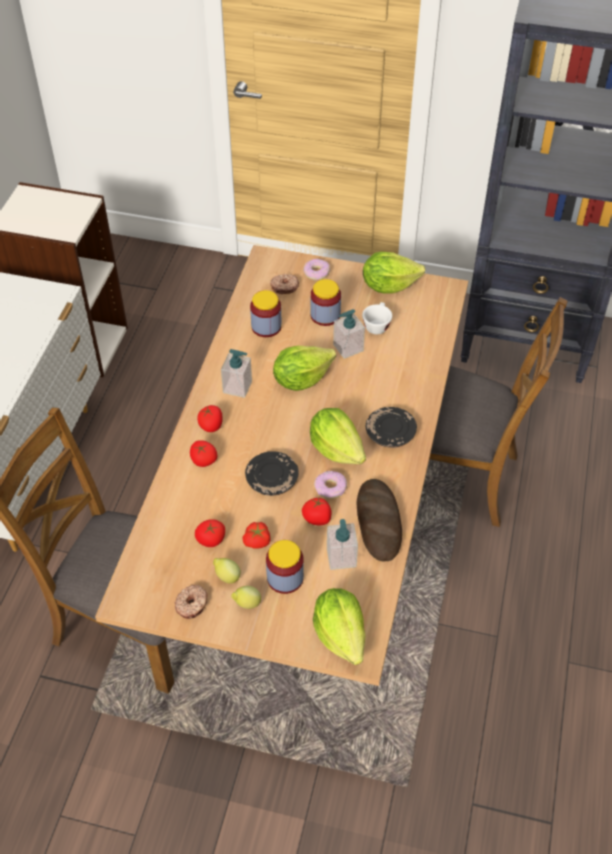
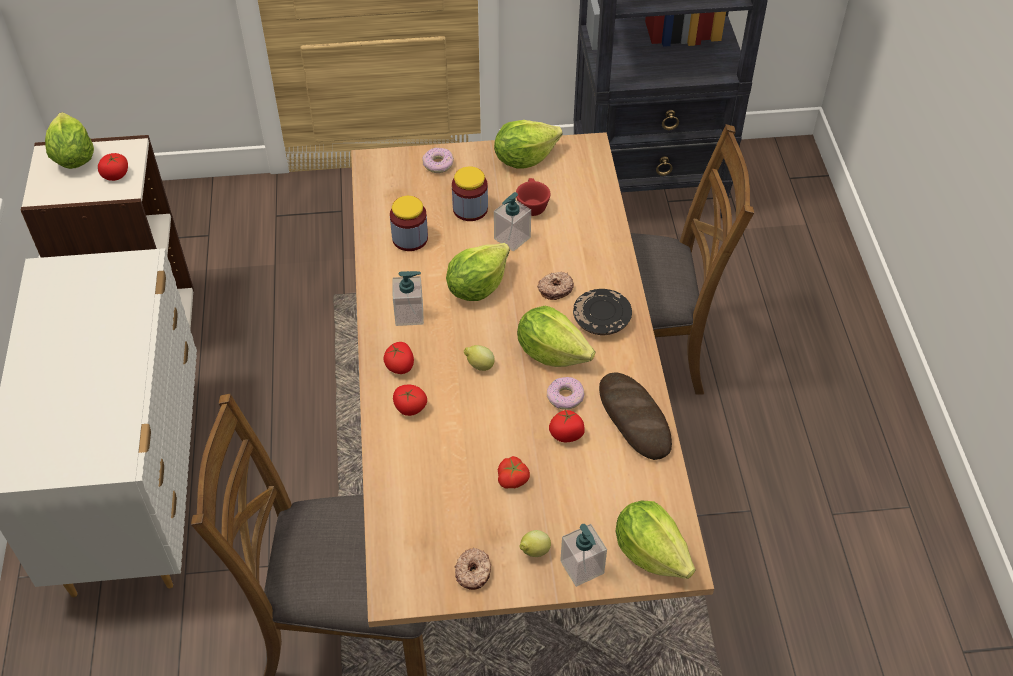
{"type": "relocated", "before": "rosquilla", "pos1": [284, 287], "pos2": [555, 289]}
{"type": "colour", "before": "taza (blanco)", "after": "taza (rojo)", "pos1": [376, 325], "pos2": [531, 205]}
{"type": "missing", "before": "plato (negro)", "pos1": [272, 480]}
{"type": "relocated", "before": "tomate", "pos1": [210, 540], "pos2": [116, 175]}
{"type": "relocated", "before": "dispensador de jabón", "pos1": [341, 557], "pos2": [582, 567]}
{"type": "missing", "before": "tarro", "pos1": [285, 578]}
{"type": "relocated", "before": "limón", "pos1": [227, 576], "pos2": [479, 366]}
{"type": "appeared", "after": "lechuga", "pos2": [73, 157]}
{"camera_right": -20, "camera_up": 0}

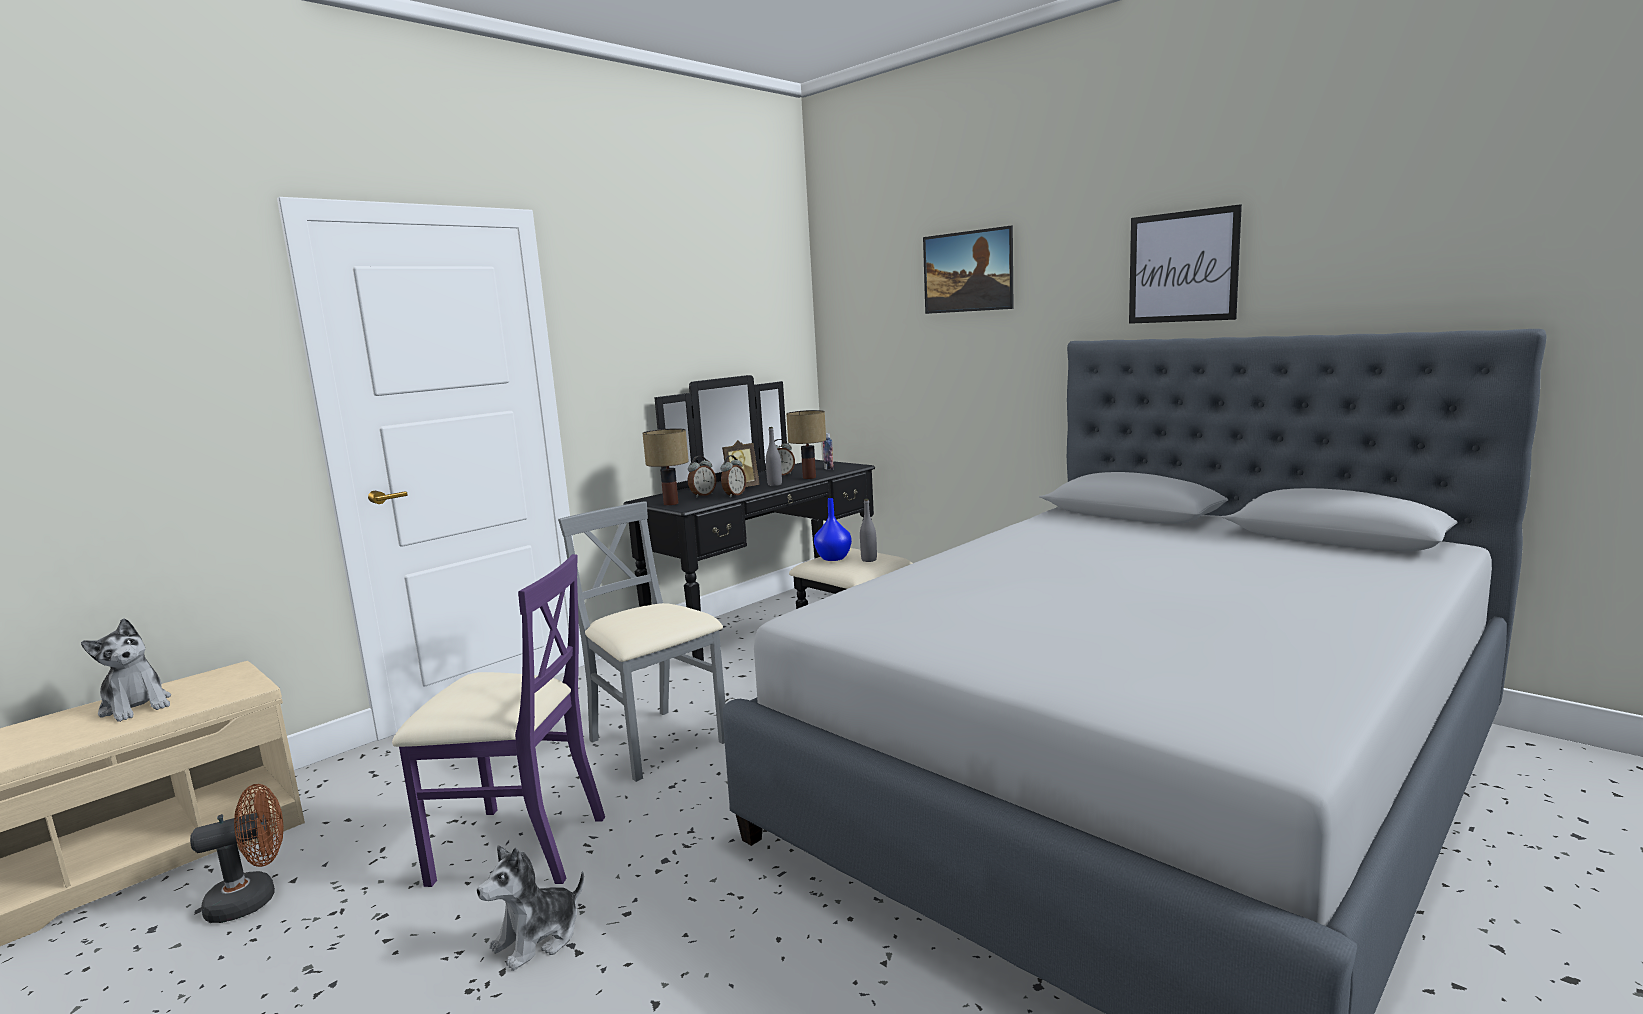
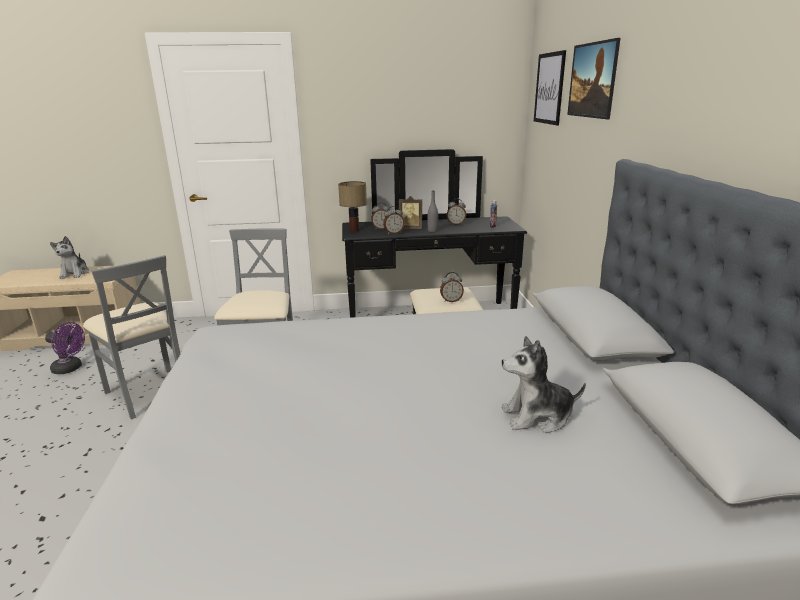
{"type": "relocated", "before": "cuadro", "pos1": [1182, 267], "pos2": [549, 88]}
{"type": "missing", "before": "lámpara de mesa", "pos1": [809, 477]}
{"type": "missing", "before": "florero (azul)", "pos1": [832, 558]}
{"type": "exchanged", "before": "botella (gris)", "after": "despertador", "pos1": [869, 560], "pos2": [451, 300]}
{"type": "colour", "before": "silla (morado)", "after": "silla (gris)", "pos1": [518, 847], "pos2": [149, 393]}
{"type": "colour", "before": "ventilador (marrón)", "after": "ventilador (morado)", "pos1": [253, 899], "pos2": [71, 368]}
{"type": "relocated", "before": "peluche", "pos1": [538, 938], "pos2": [537, 417]}
{"camera_right": 40, "camera_up": 10}

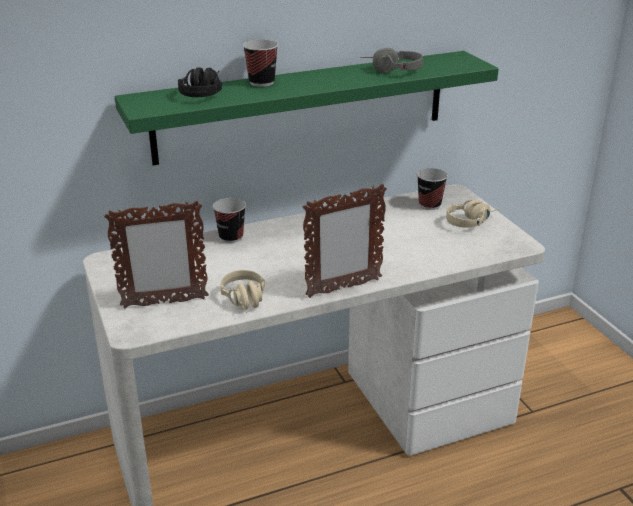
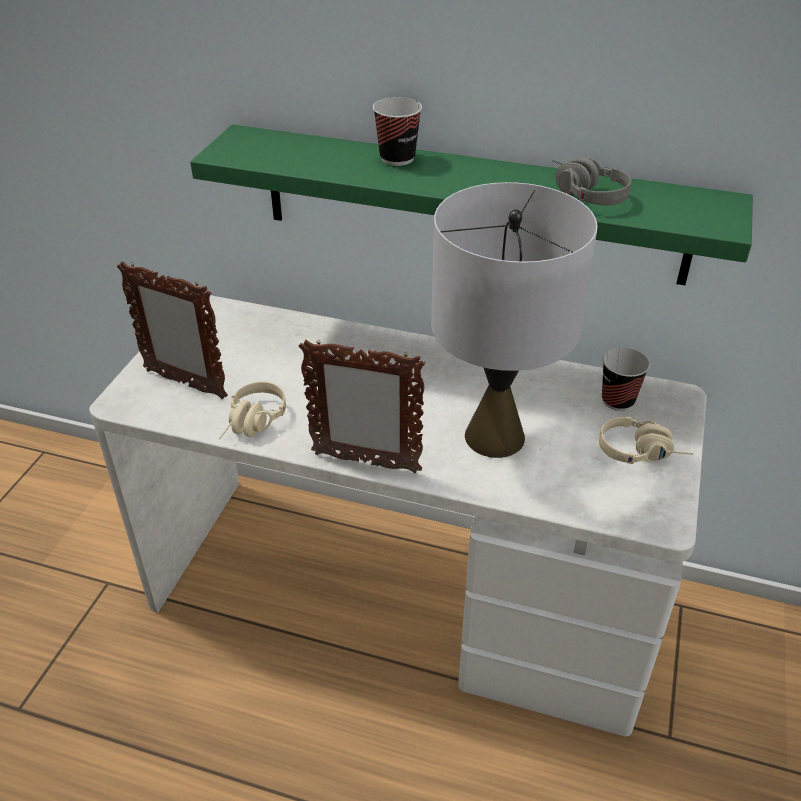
{"type": "missing", "before": "auriculares (negro)", "pos1": [203, 92]}
{"type": "missing", "before": "taza", "pos1": [231, 237]}
{"type": "appeared", "after": "lámpara de mesa (gris)", "pos2": [495, 437]}
{"camera_right": 40, "camera_up": 10}

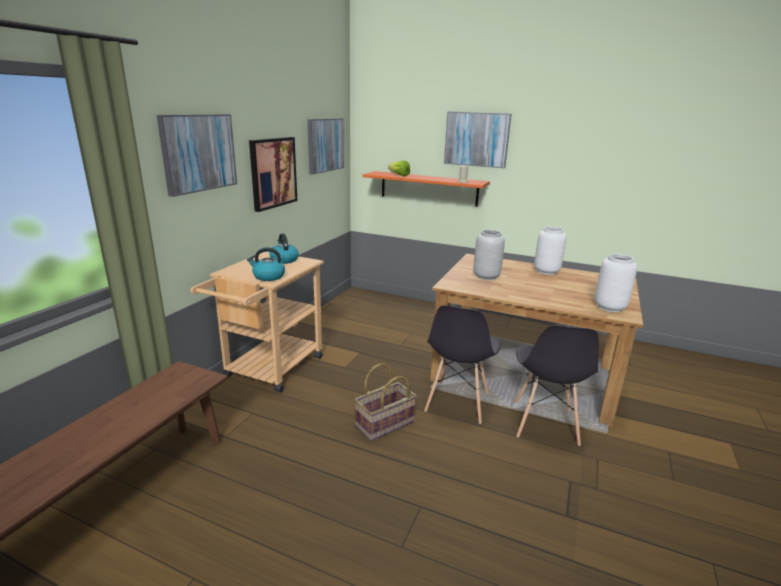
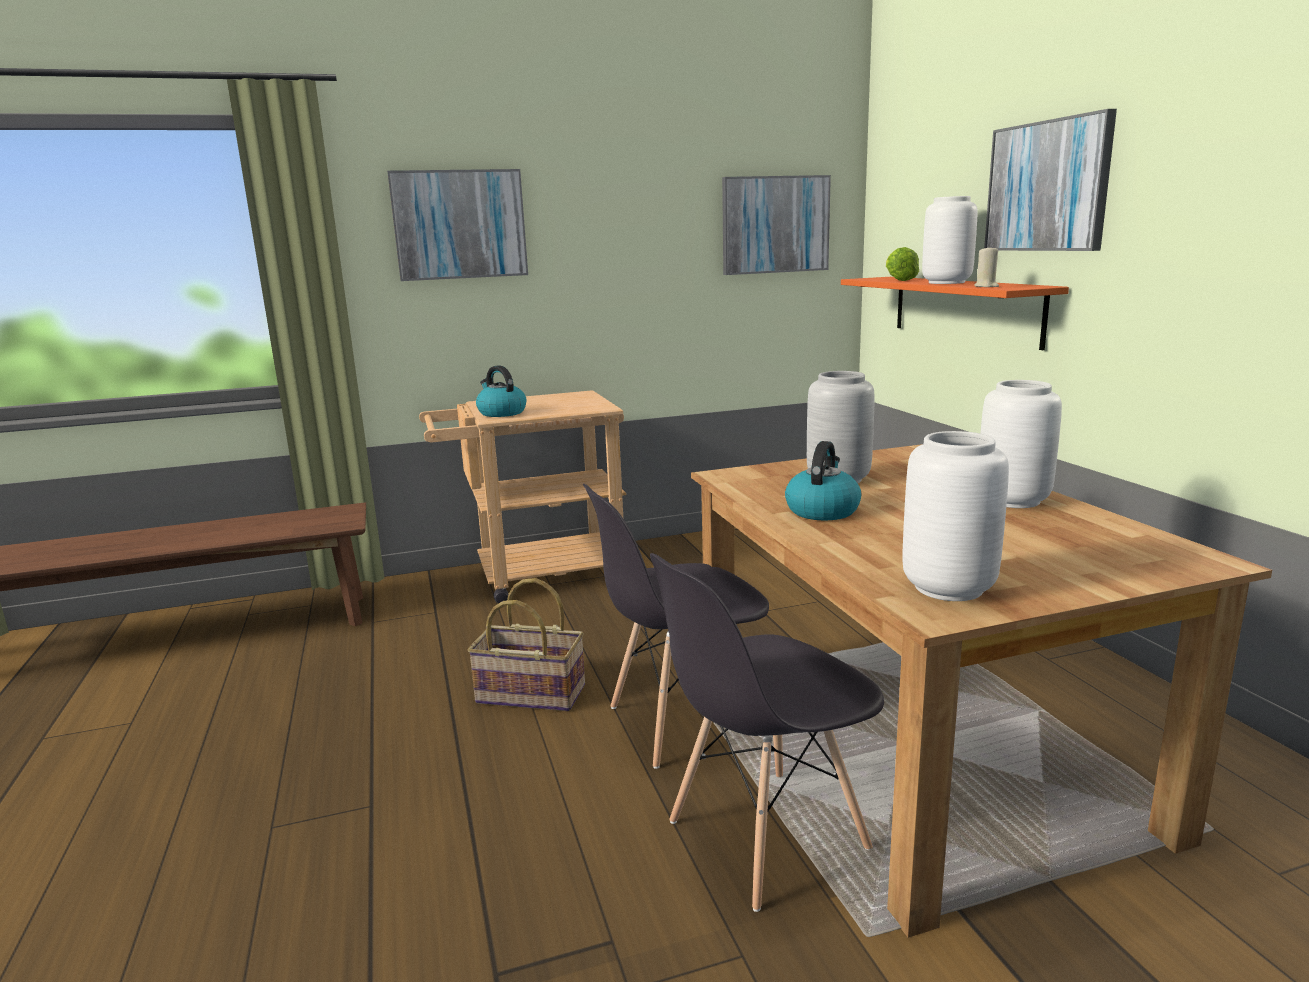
{"type": "missing", "before": "cuadro", "pos1": [273, 172]}
{"type": "relocated", "before": "hervidor", "pos1": [284, 260], "pos2": [822, 510]}
{"type": "appeared", "after": "florero (blanco)", "pos2": [945, 283]}
{"camera_right": 50, "camera_up": -5}

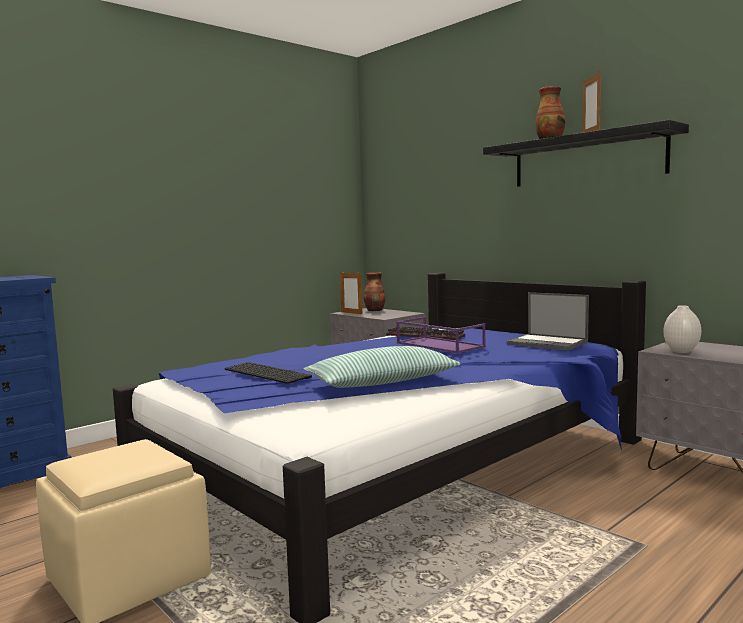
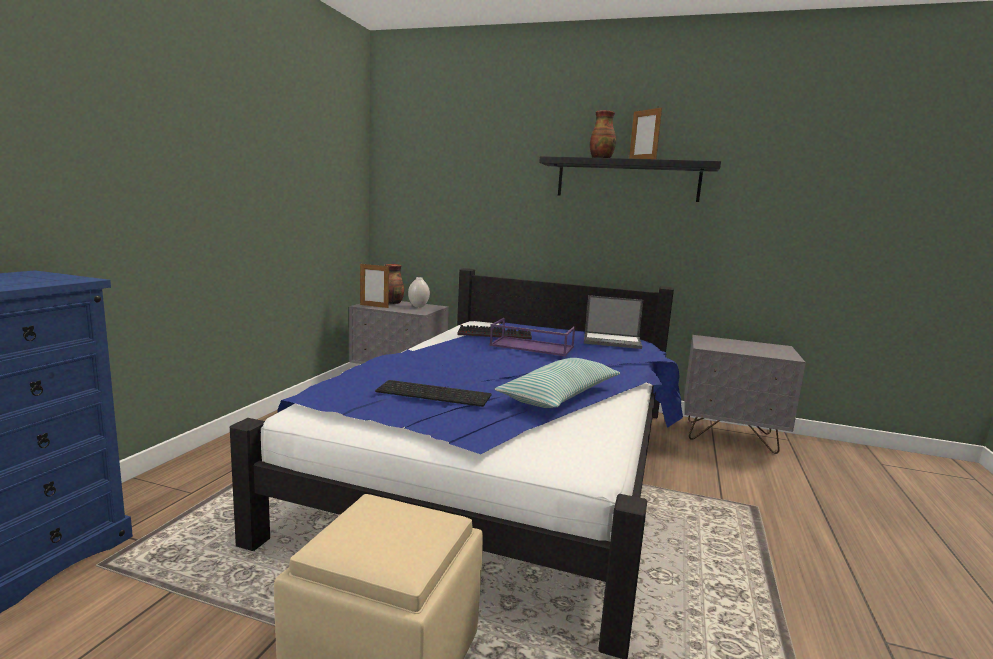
{"type": "relocated", "before": "florero (blanco)", "pos1": [681, 351], "pos2": [418, 306]}
{"camera_right": -30, "camera_up": 5}

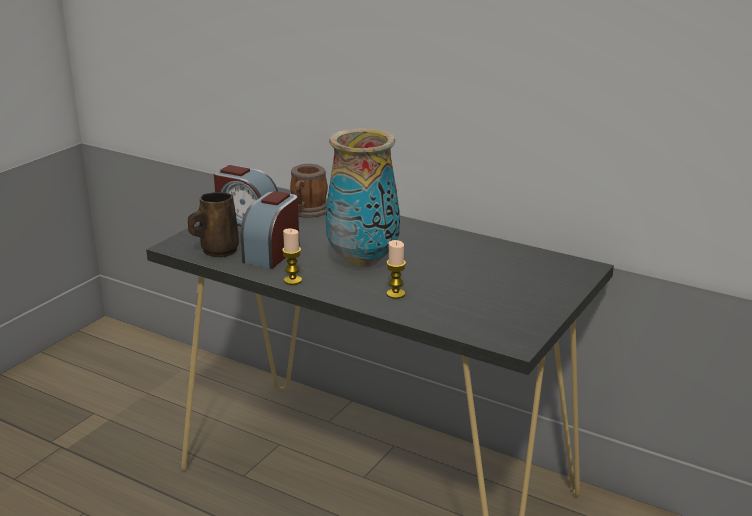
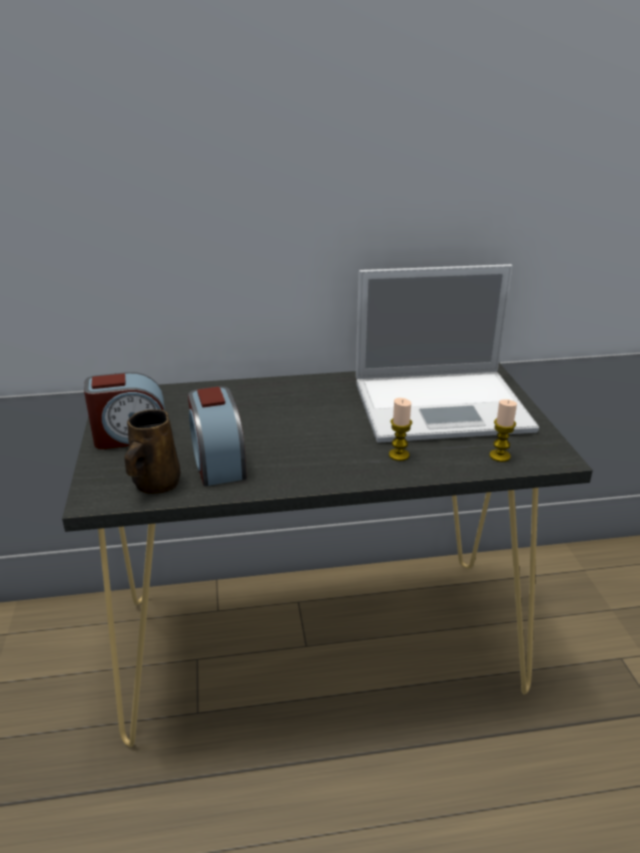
{"type": "missing", "before": "florero", "pos1": [363, 260]}
{"type": "missing", "before": "taza grande", "pos1": [307, 211]}
{"type": "relocated", "before": "vela", "pos1": [292, 280], "pos2": [499, 456]}
{"type": "appeared", "after": "portátil", "pos2": [444, 405]}
{"camera_right": -40, "camera_up": 5}

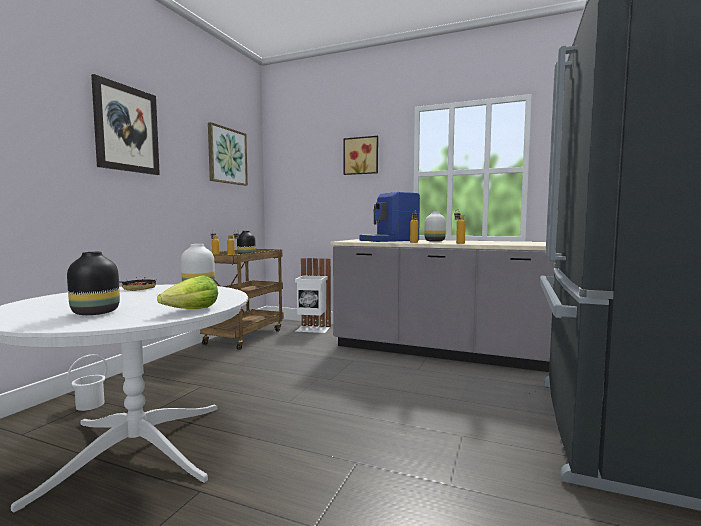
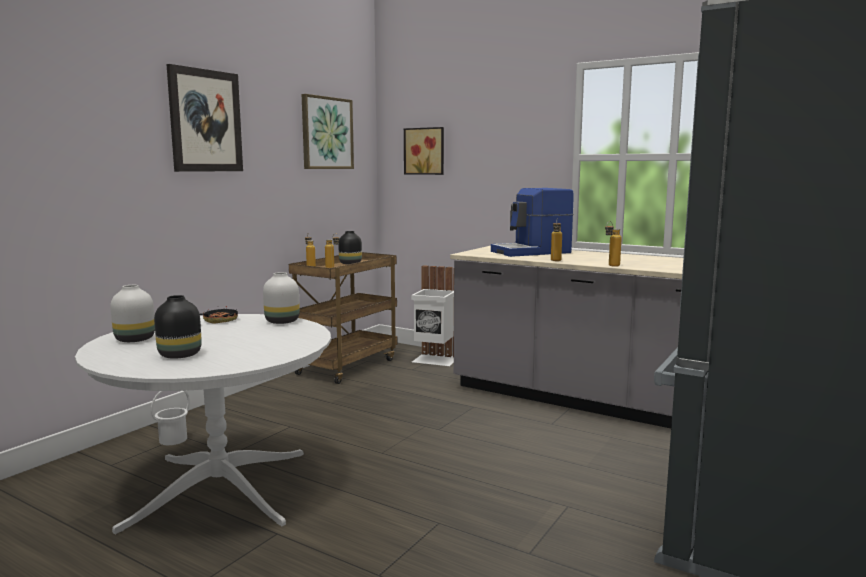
{"type": "relocated", "before": "cuadro", "pos1": [361, 156], "pos2": [425, 151]}
{"type": "relocated", "before": "florero (blanco)", "pos1": [434, 241], "pos2": [134, 340]}
{"type": "missing", "before": "lechuga", "pos1": [192, 310]}
{"camera_right": 10, "camera_up": 5}

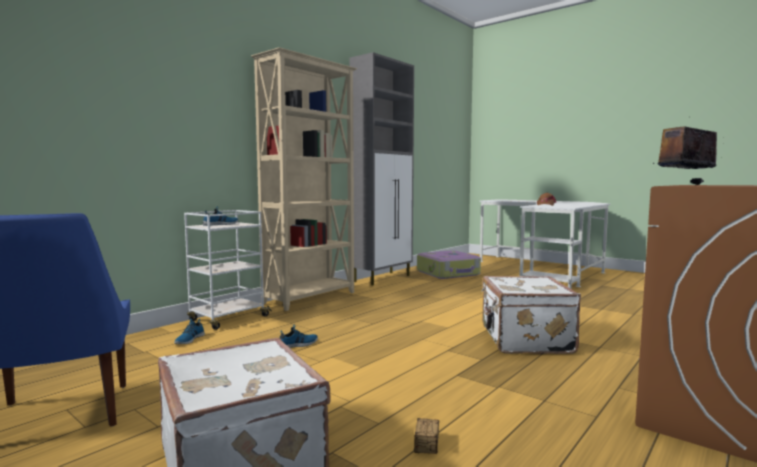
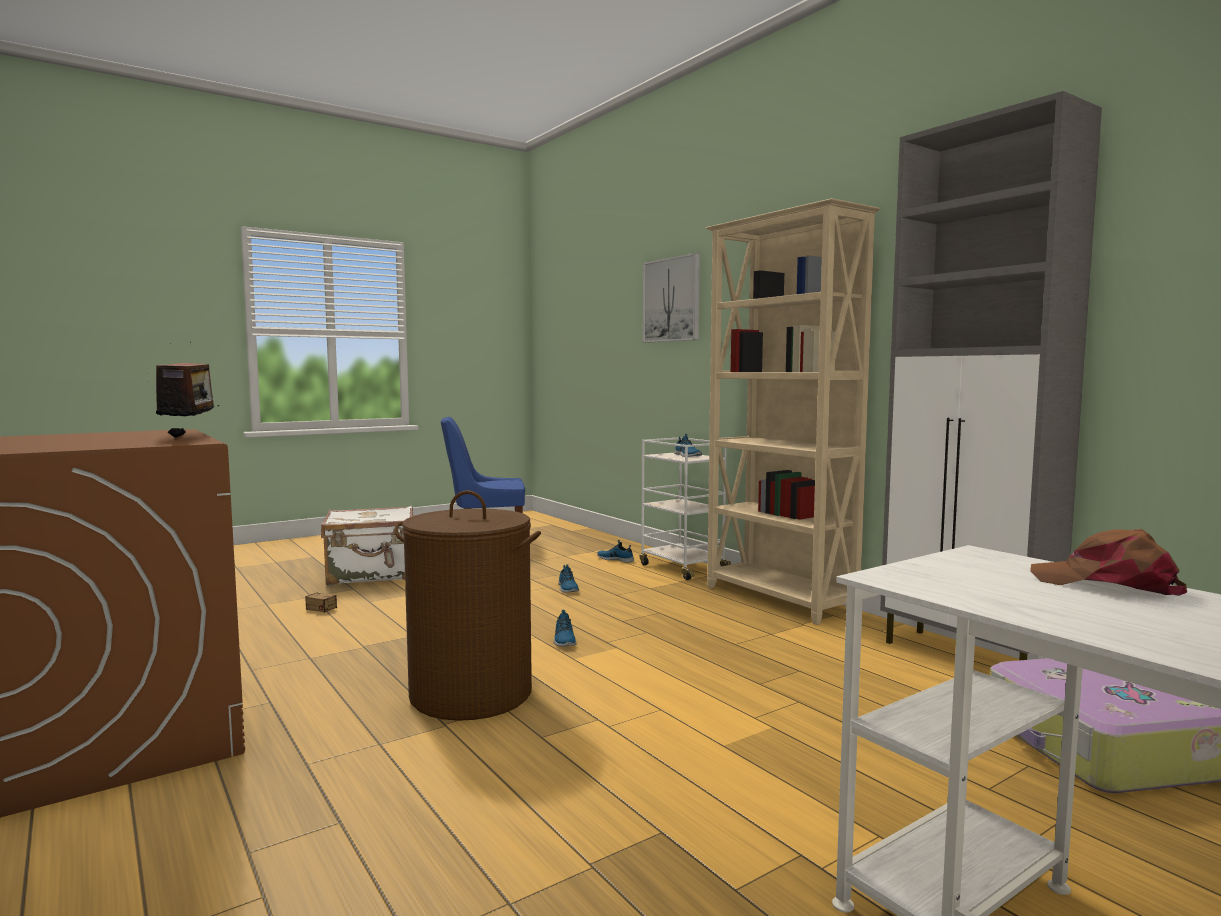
{"type": "exchanged", "before": "maleta (blanco)", "after": "cesto de la ropa (marrón)", "pos1": [524, 340], "pos2": [470, 694]}
{"type": "appeared", "after": "cuadro", "pos2": [672, 300]}
{"type": "appeared", "after": "zapato", "pos2": [563, 640]}
{"camera_right": 105, "camera_up": 0}

